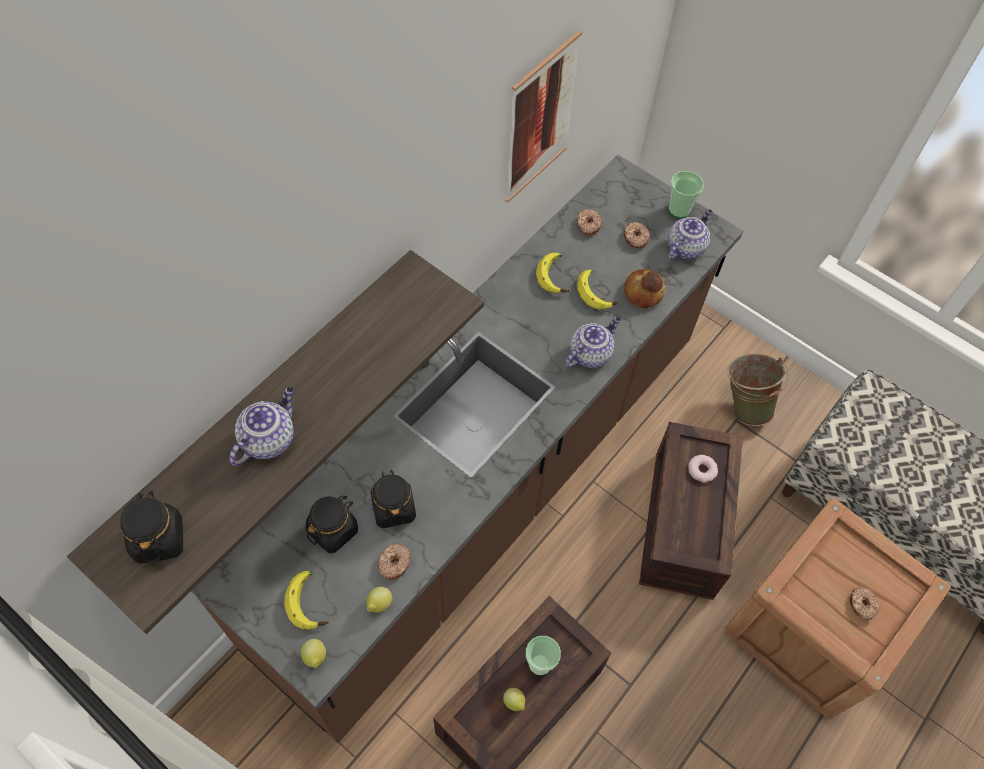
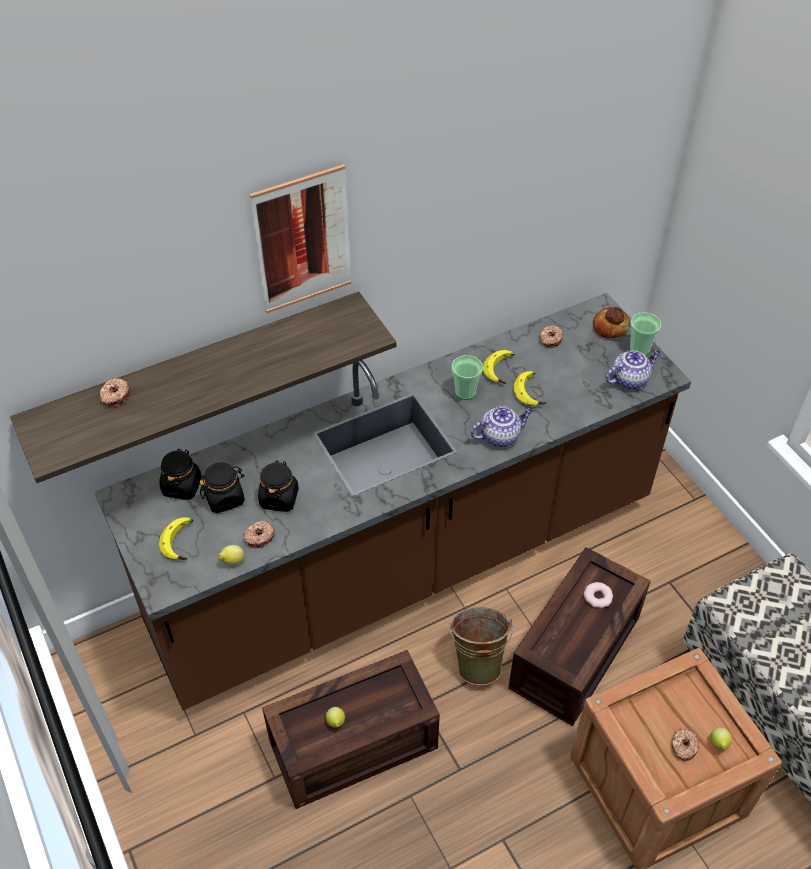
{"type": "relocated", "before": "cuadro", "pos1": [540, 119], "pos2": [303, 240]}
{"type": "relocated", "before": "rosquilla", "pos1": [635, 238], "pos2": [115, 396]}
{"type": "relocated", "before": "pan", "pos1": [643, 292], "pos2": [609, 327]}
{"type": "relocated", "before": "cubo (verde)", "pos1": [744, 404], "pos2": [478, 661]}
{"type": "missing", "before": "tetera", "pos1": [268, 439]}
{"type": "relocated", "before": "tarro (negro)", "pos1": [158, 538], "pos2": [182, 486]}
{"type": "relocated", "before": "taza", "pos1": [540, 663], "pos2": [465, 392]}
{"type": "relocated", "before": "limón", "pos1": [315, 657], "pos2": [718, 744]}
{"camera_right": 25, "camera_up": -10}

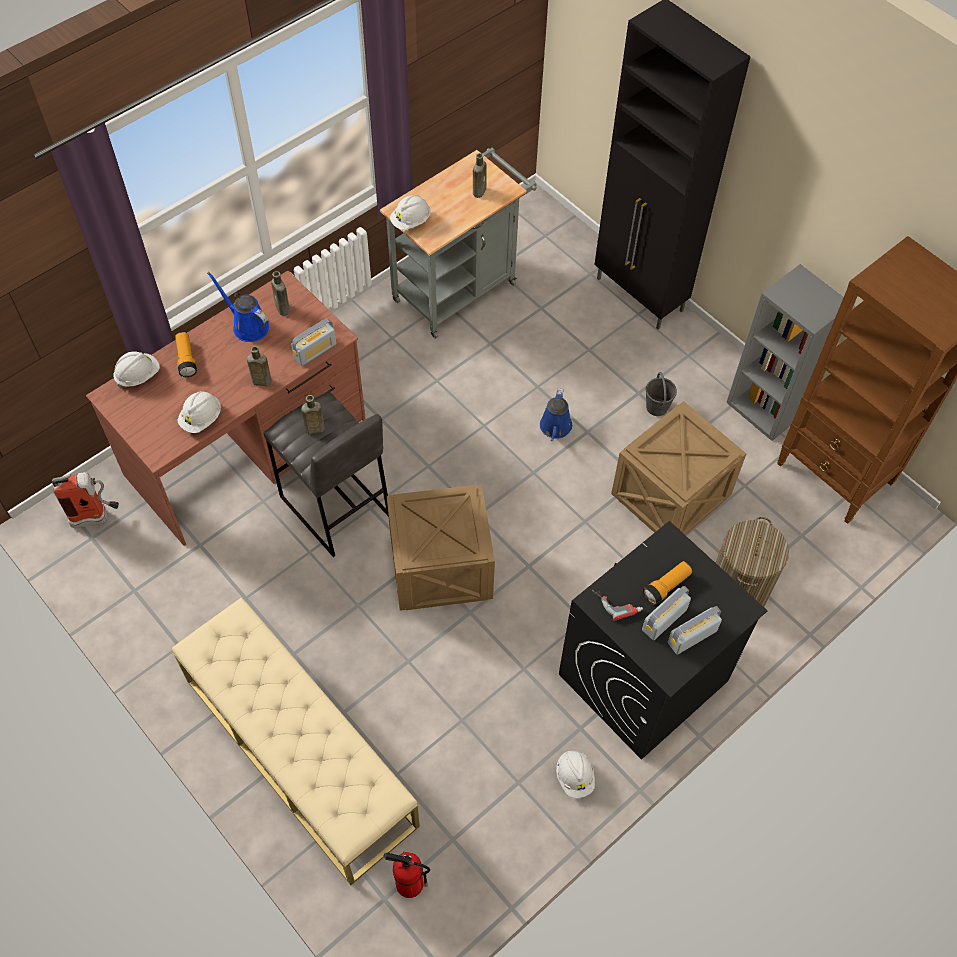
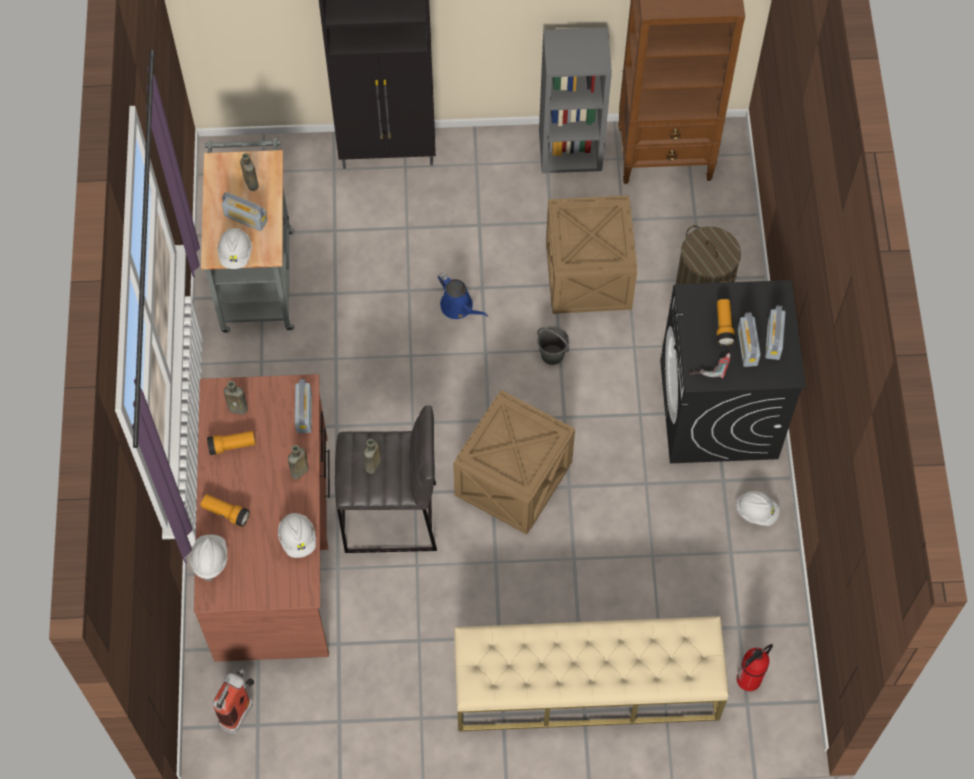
{"type": "exchanged", "before": "regadera (azul)", "after": "linterna", "pos1": [247, 325], "pos2": [232, 445]}
{"type": "relocated", "before": "cubo (gris)", "pos1": [657, 407], "pos2": [552, 355]}
{"type": "appeared", "after": "radio", "pos2": [246, 218]}
{"camera_right": -50, "camera_up": 5}

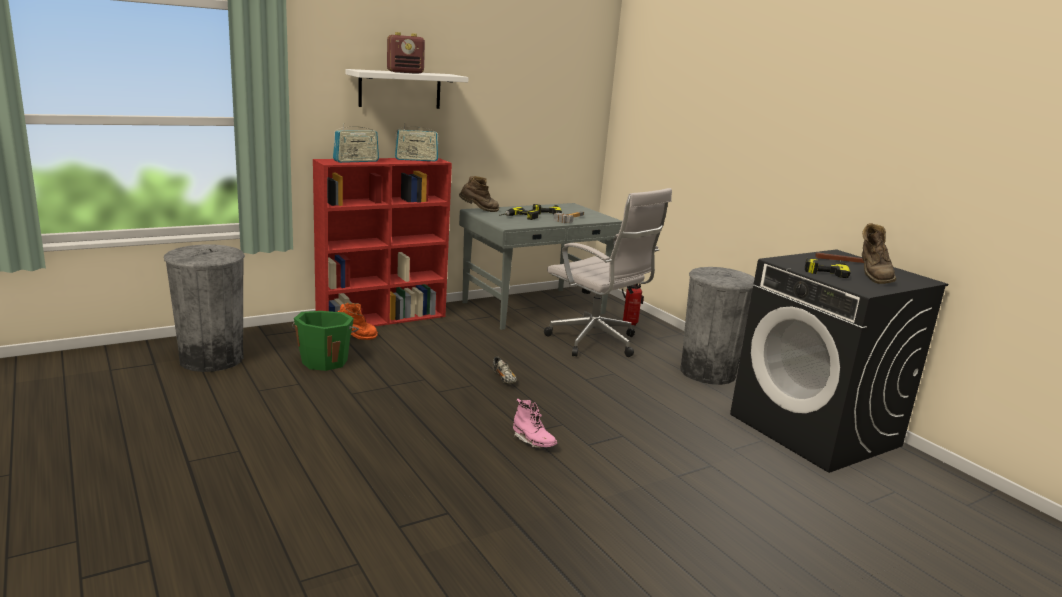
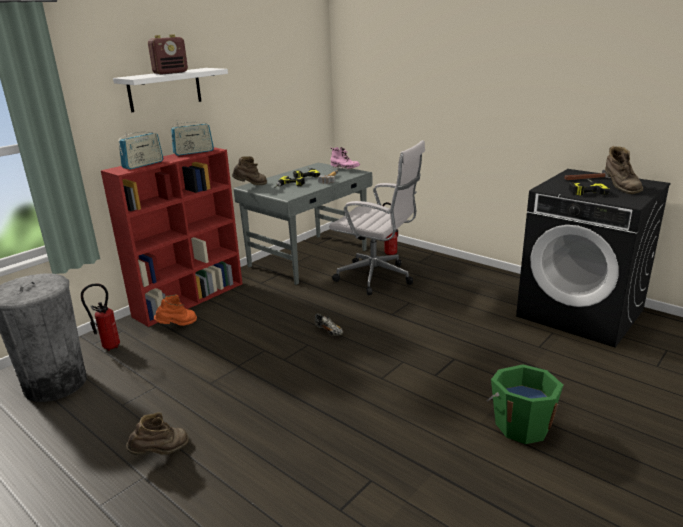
{"type": "missing", "before": "papelera (gris)", "pos1": [708, 372]}
{"type": "relocated", "before": "cubo (verde)", "pos1": [325, 361], "pos2": [521, 425]}
{"type": "relocated", "before": "bota (rosa)", "pos1": [533, 442], "pos2": [345, 169]}
{"type": "appeared", "after": "extintor", "pos2": [108, 347]}
{"type": "appeared", "after": "bota (marrón)", "pos2": [161, 453]}
{"camera_right": -15, "camera_up": 5}

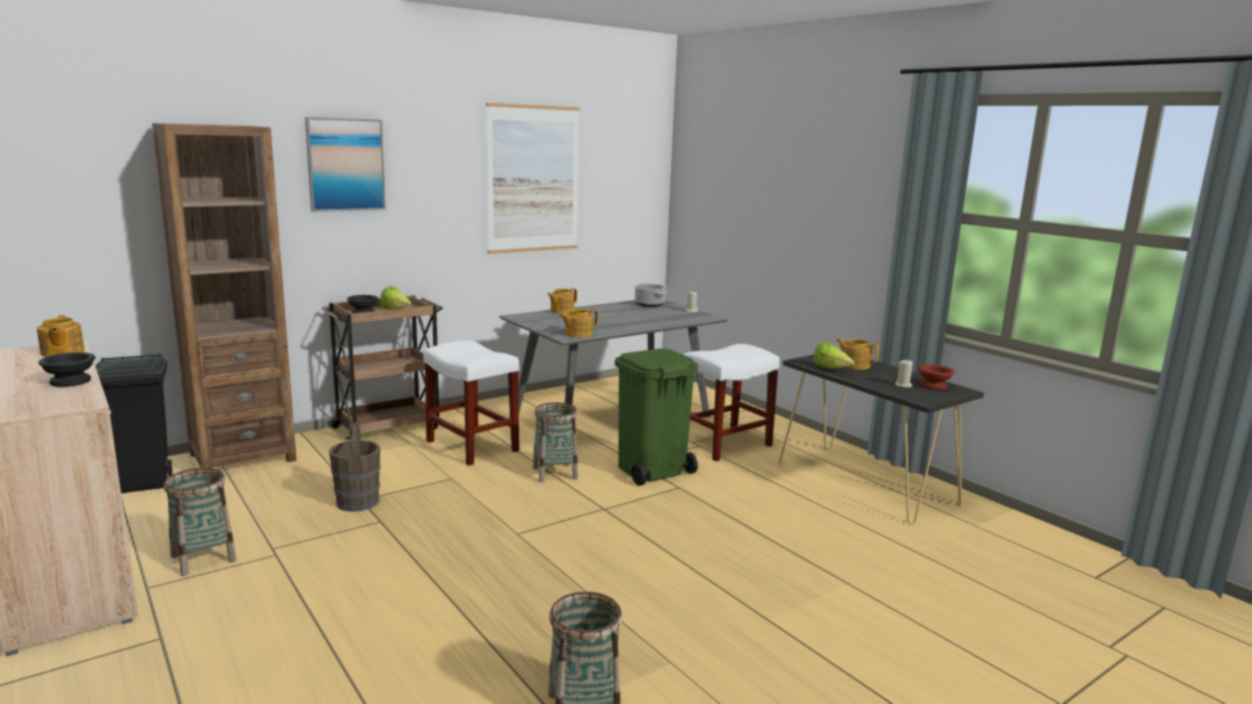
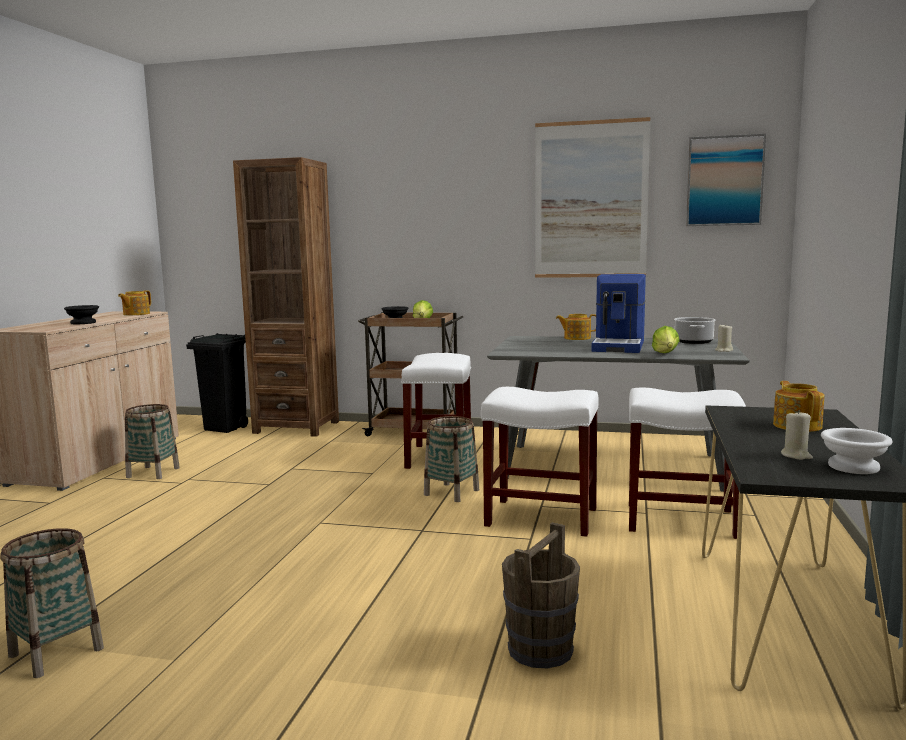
{"type": "relocated", "before": "cuadro", "pos1": [345, 164], "pos2": [724, 181]}
{"type": "missing", "before": "tetera", "pos1": [578, 334]}
{"type": "relocated", "before": "lechuga", "pos1": [830, 369], "pos2": [665, 354]}
{"type": "exchanged", "before": "papelera (verde)", "after": "taburete (blanco)", "pos1": [651, 470], "pos2": [539, 517]}
{"type": "colour", "before": "cuenco (marrón)", "after": "cuenco (blanco)", "pos1": [933, 386], "pos2": [851, 467]}
{"type": "relocated", "before": "cubo (marrón)", "pos1": [358, 502], "pos2": [541, 649]}
{"type": "appeared", "after": "cafetera", "pos2": [620, 346]}
{"camera_right": 50, "camera_up": -5}

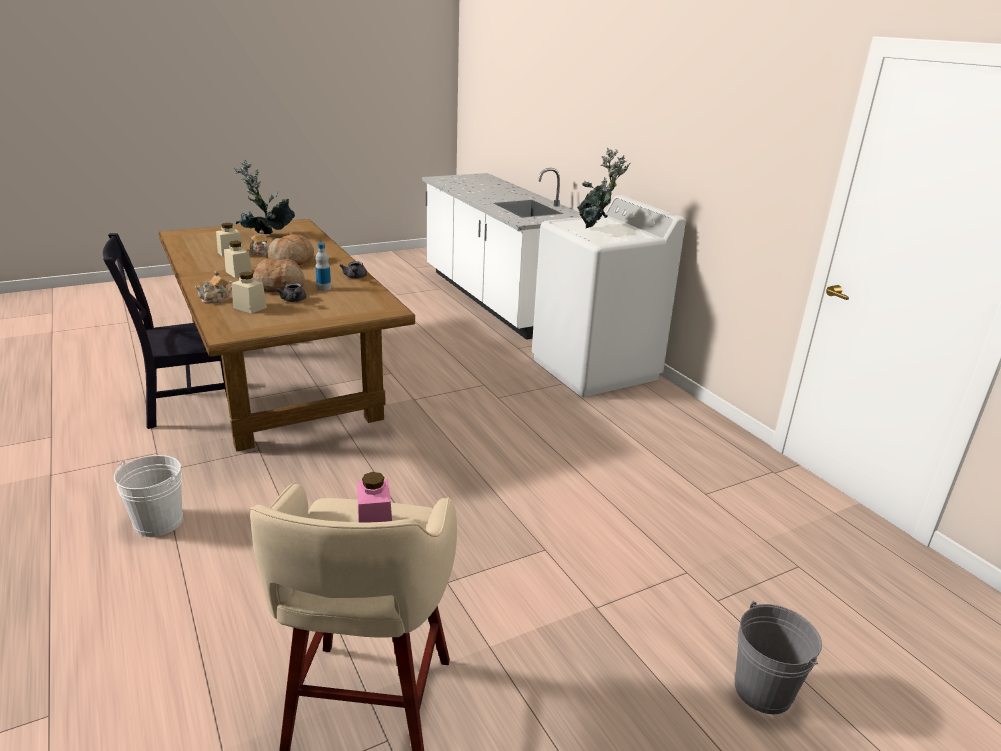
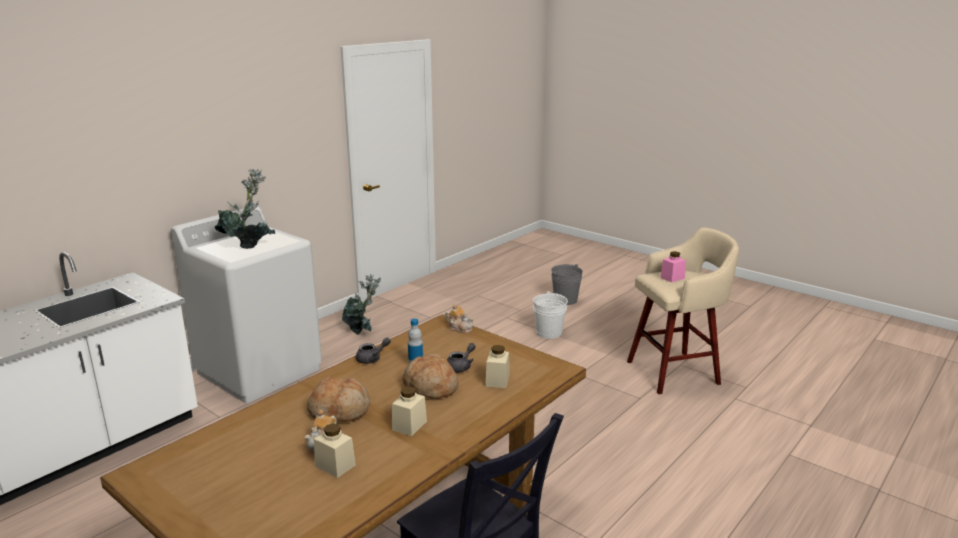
{"type": "relocated", "before": "planta en maceta", "pos1": [265, 236], "pos2": [362, 331]}
{"type": "relocated", "before": "tetera", "pos1": [216, 300], "pos2": [460, 328]}
{"type": "relocated", "before": "cubo (blanco)", "pos1": [158, 522], "pos2": [549, 332]}
{"camera_right": -110, "camera_up": -5}

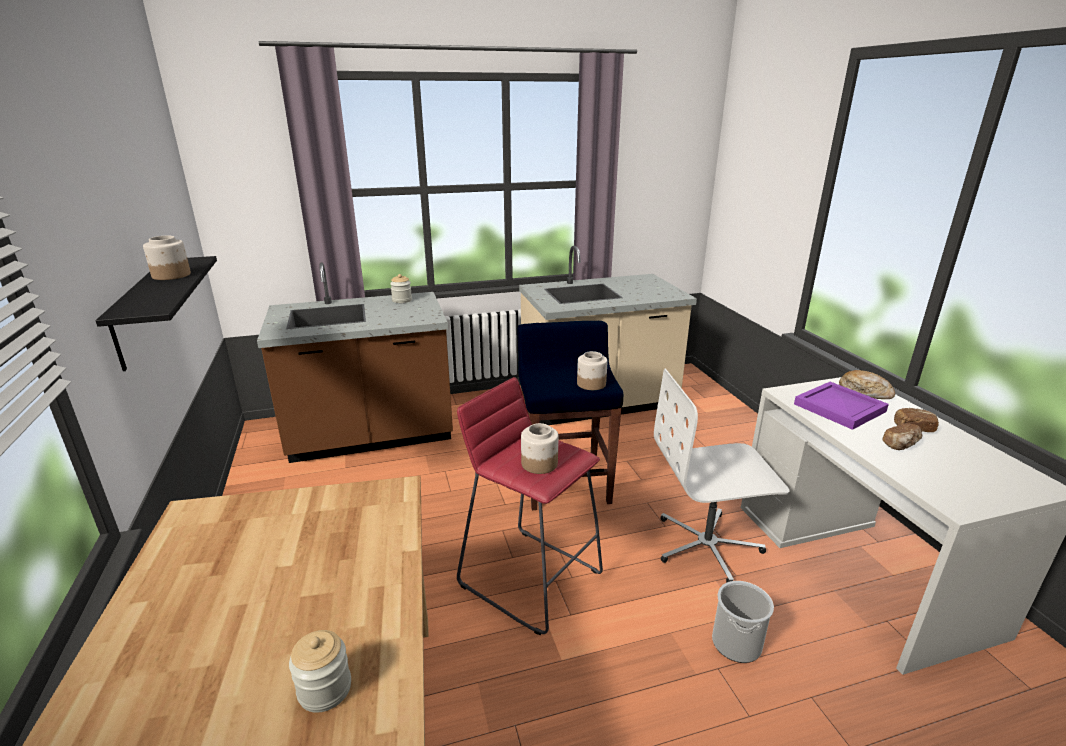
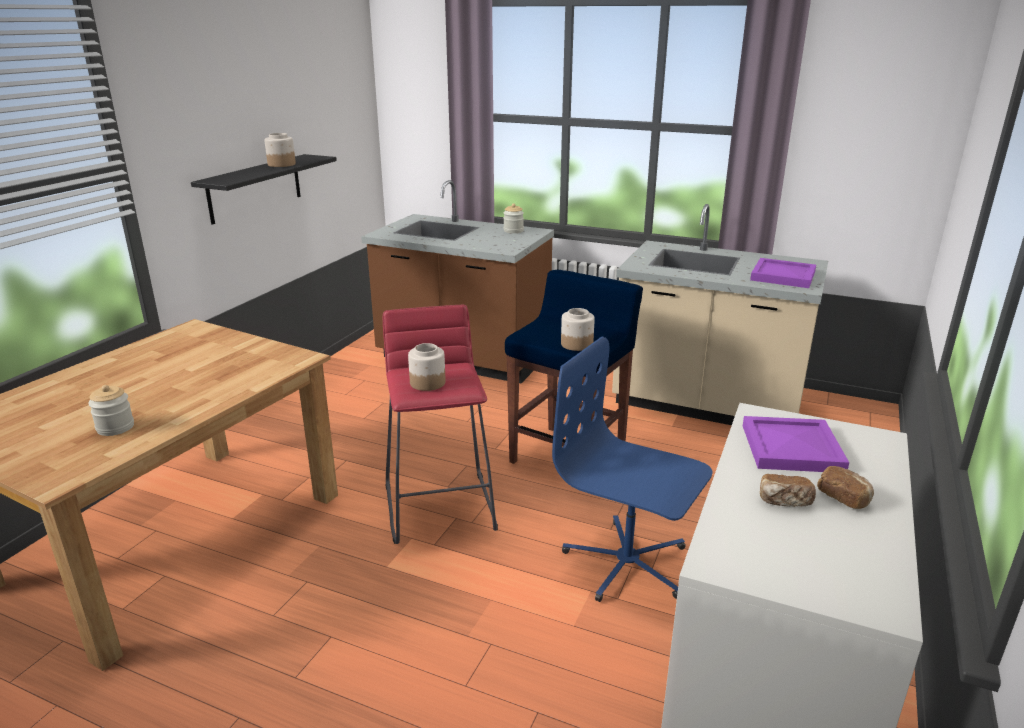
{"type": "colour", "before": "silla de oficina (blanco)", "after": "silla de oficina (azul)", "pos1": [707, 546], "pos2": [627, 564]}
{"type": "missing", "before": "pan", "pos1": [864, 391]}
{"type": "missing", "before": "cubo", "pos1": [736, 643]}
{"type": "appeared", "after": "bandeja (morado)", "pos2": [782, 275]}
{"camera_right": 40, "camera_up": 0}

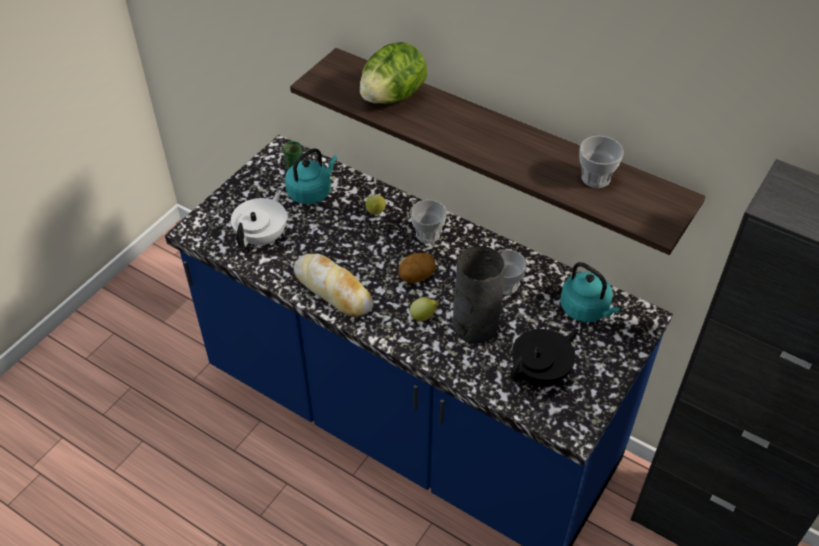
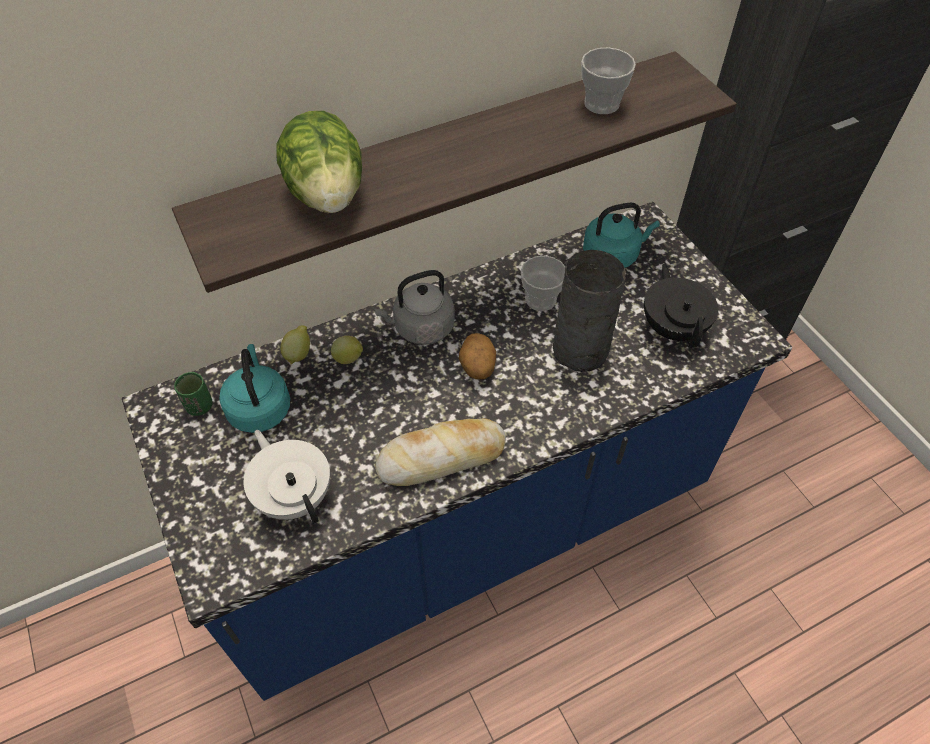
{"type": "exchanged", "before": "taza", "after": "hervidor (gris)", "pos1": [427, 234], "pos2": [420, 328]}
{"type": "relocated", "before": "limón", "pos1": [423, 316], "pos2": [299, 354]}
{"camera_right": -60, "camera_up": 5}

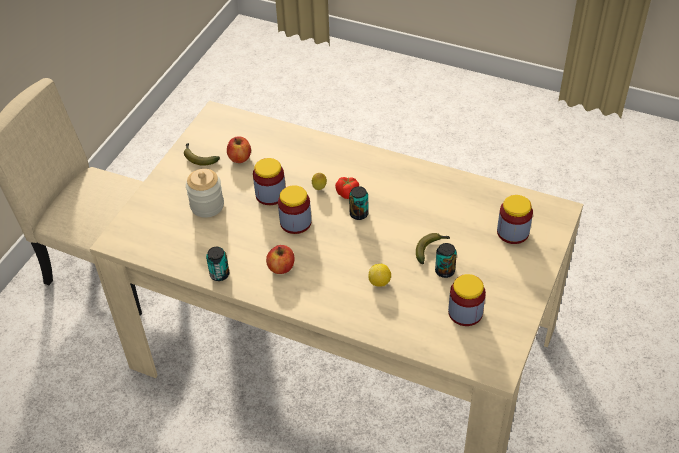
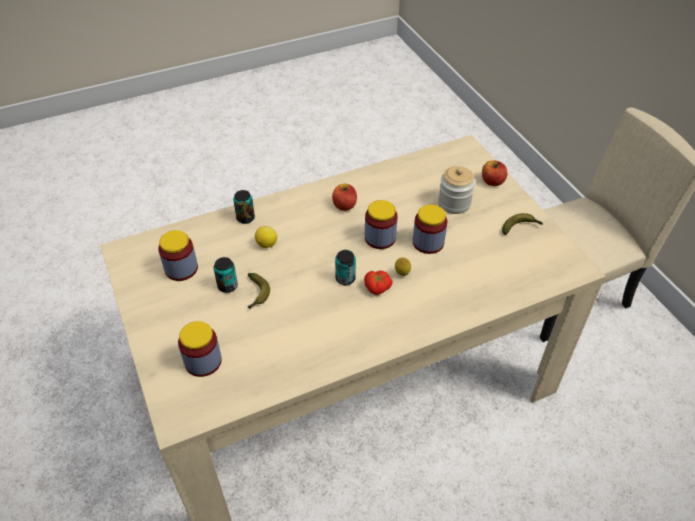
{"type": "relocated", "before": "manzana", "pos1": [240, 158], "pos2": [492, 181]}
{"type": "relocated", "before": "lata", "pos1": [219, 274], "pos2": [245, 218]}
{"camera_right": 130, "camera_up": 0}

